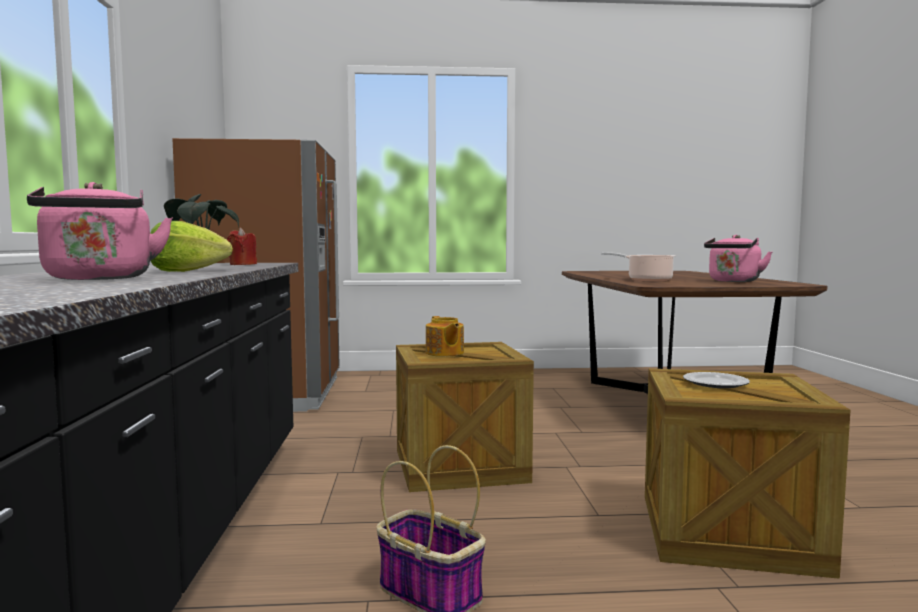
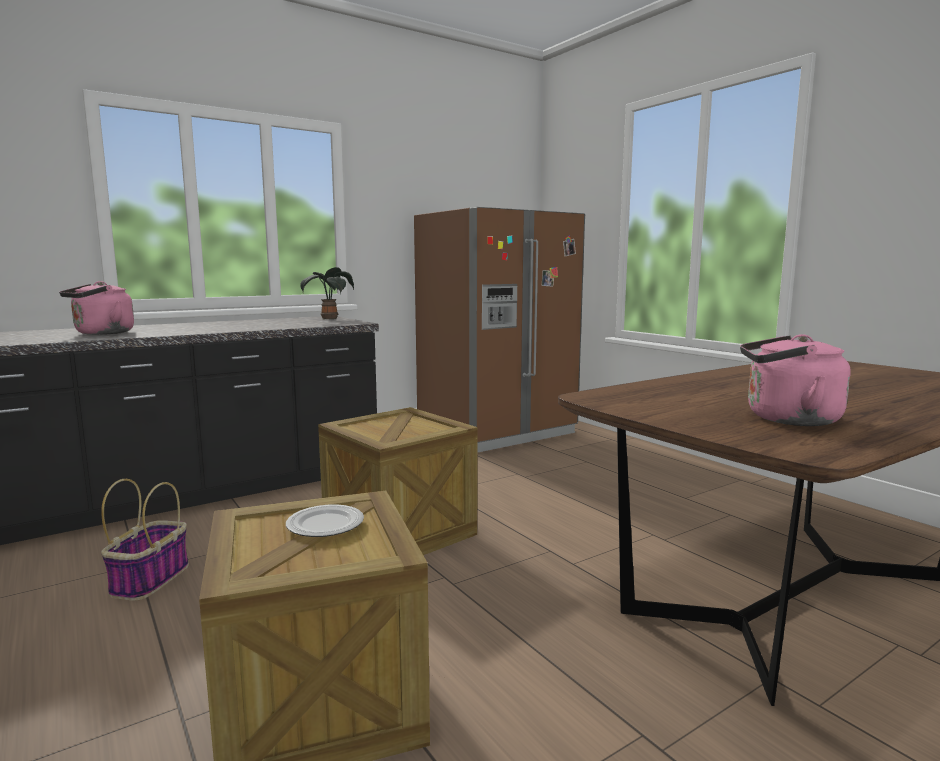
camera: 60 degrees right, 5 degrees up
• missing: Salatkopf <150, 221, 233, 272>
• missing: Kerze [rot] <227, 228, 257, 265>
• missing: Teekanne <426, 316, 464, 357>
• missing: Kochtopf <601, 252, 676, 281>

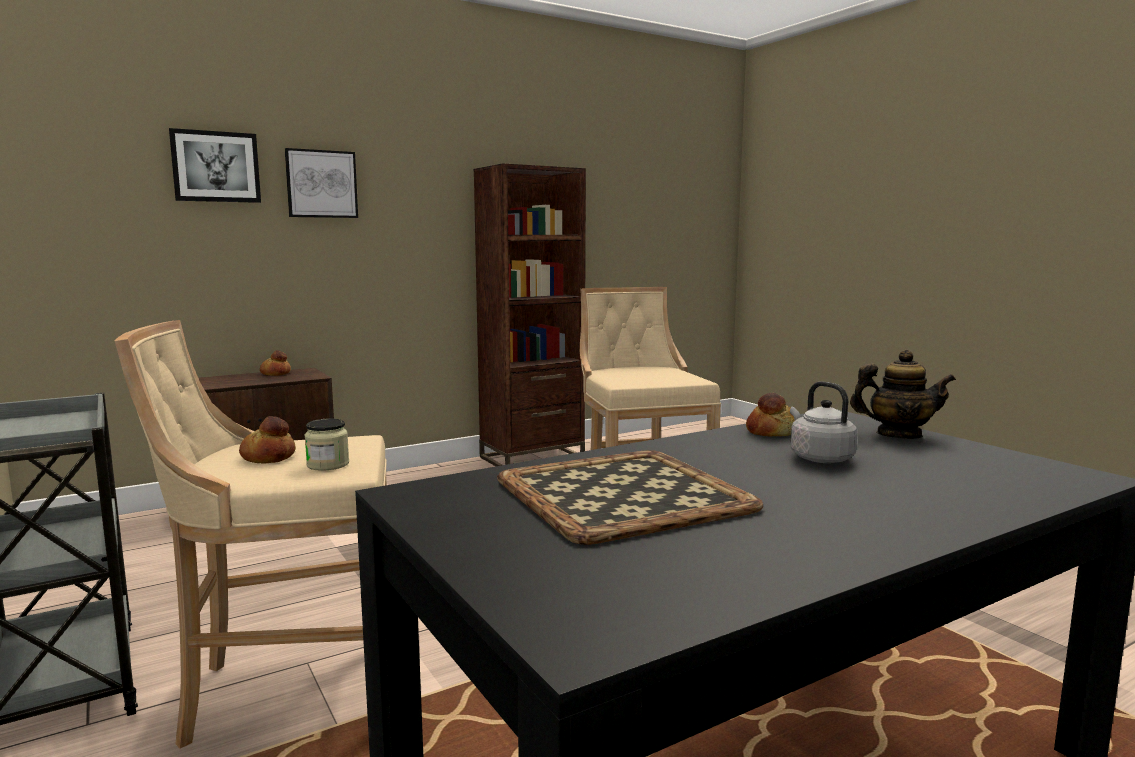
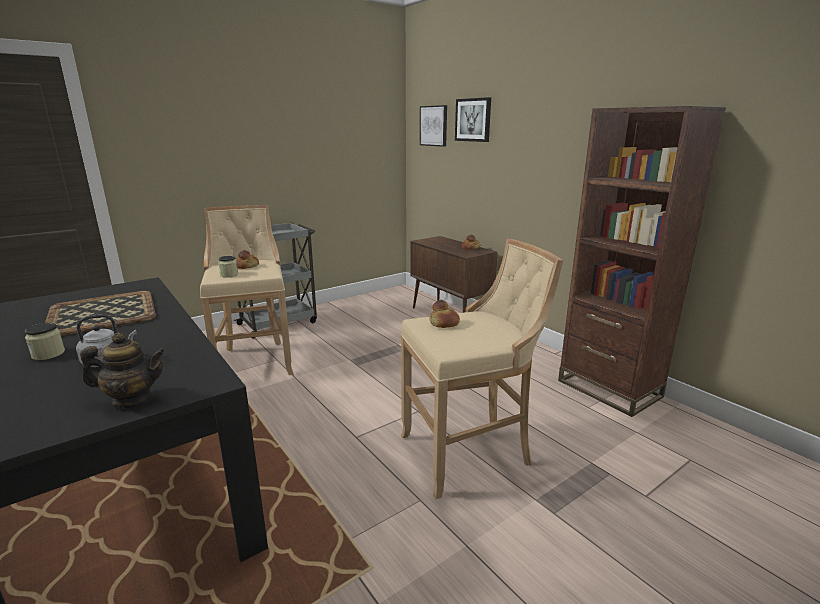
camera: 85 degrees right, 10 degrees up
• appeared: Vorratsglas <25, 323, 65, 360>
• spun: Teekanne <850, 350, 956, 439> = <80, 332, 166, 409> 105 degrees counterclockwise
• relocated: Bild <285, 148, 358, 218> to <420, 105, 447, 147>
• relocated: Brot <746, 393, 795, 437> to <430, 300, 460, 328>

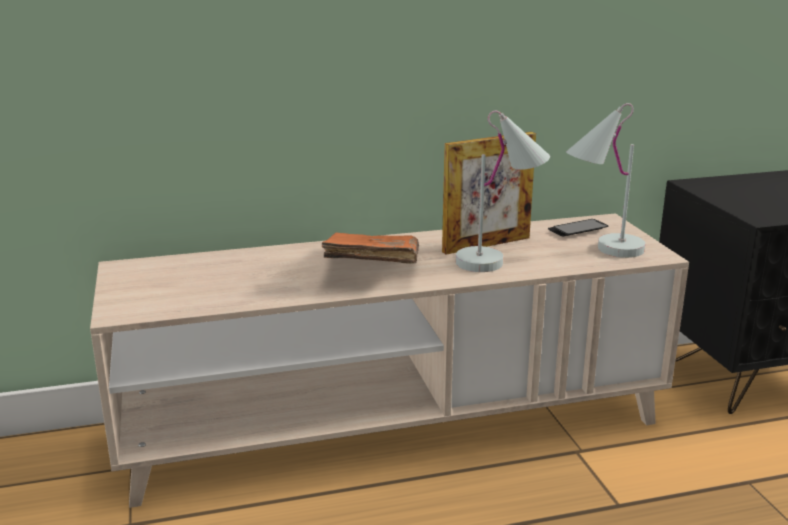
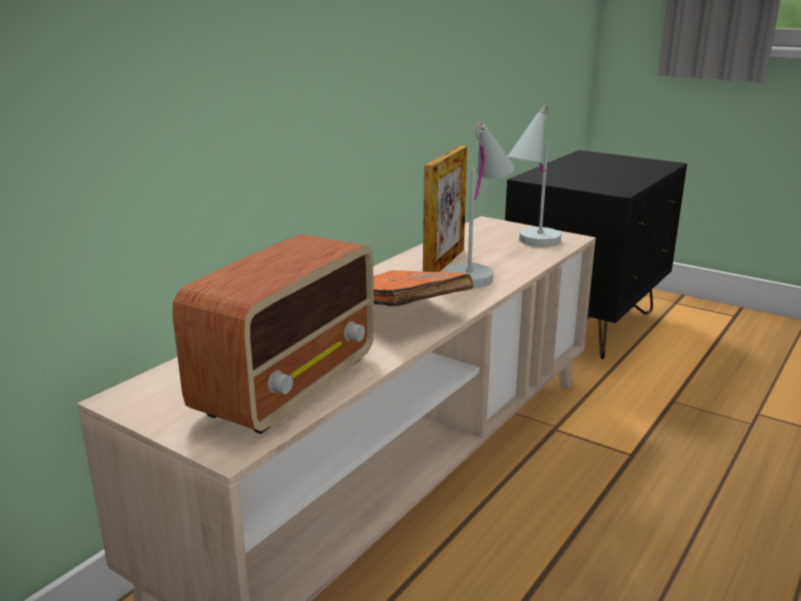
camera: 40 degrees left, 0 degrees up
• appeared: Radio <173, 234, 374, 434>
• missing: Handy <548, 219, 609, 236>

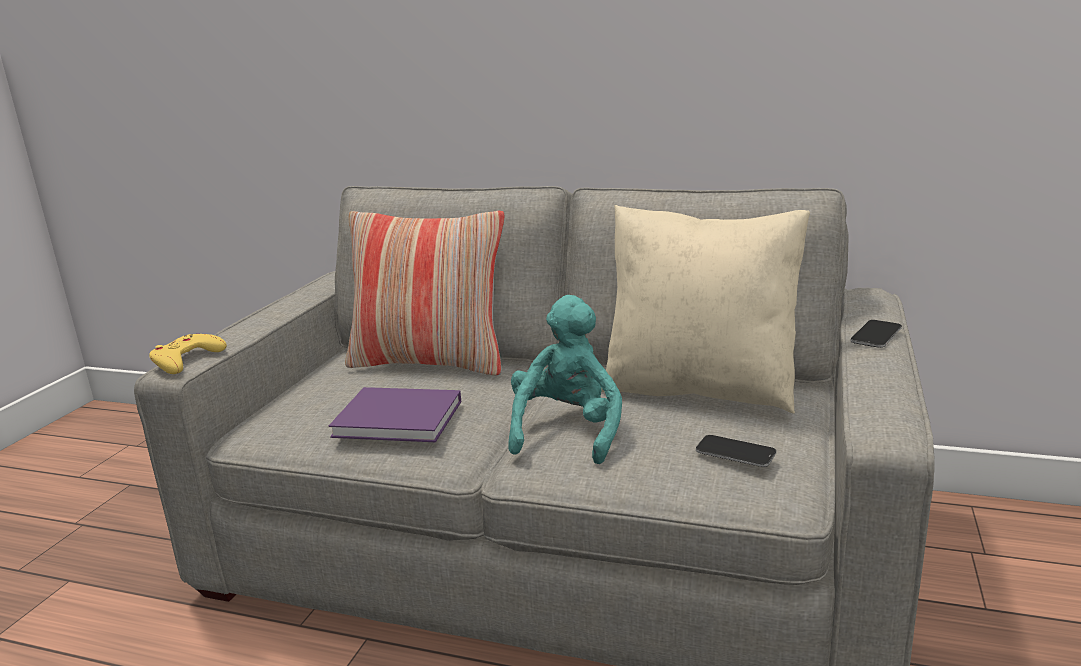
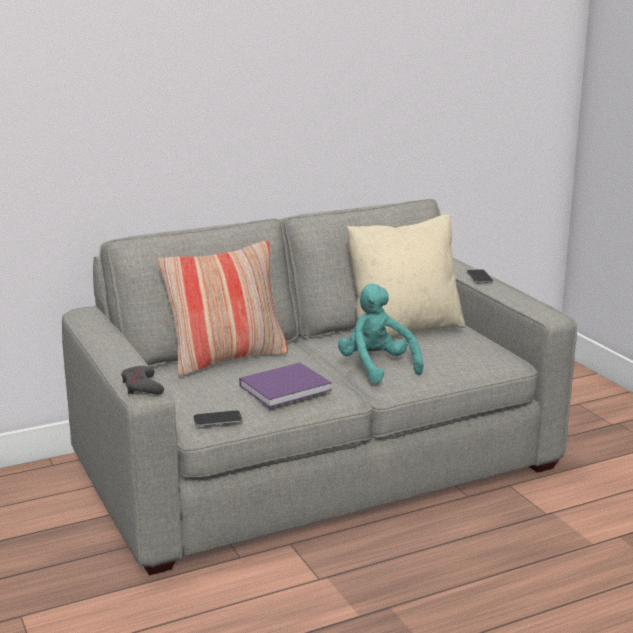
camera: 45 degrees left, 0 degrees up
• colour: Gamepad [gelb] <149, 334, 227, 374> to Gamepad [grau] <121, 366, 164, 395>
• relocated: Handy <696, 435, 776, 467> to <193, 410, 242, 426>

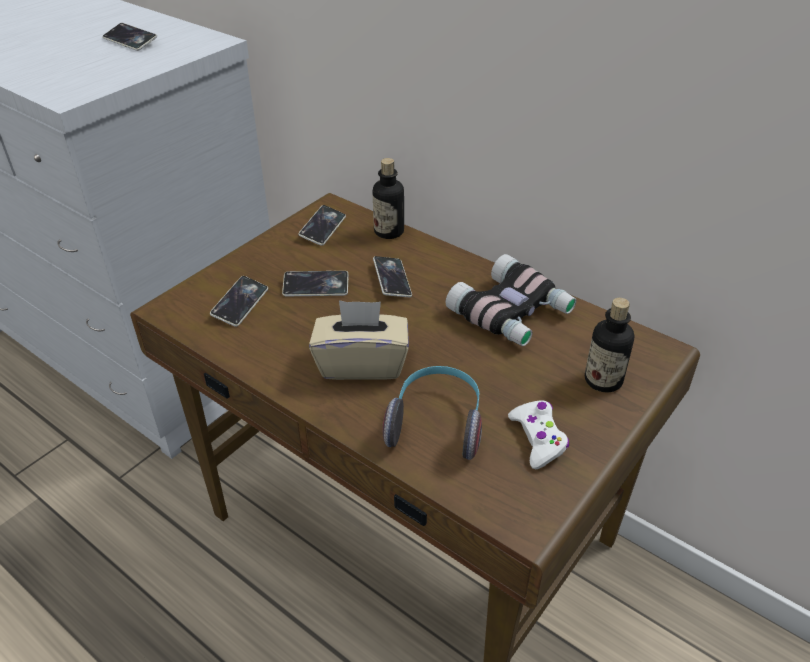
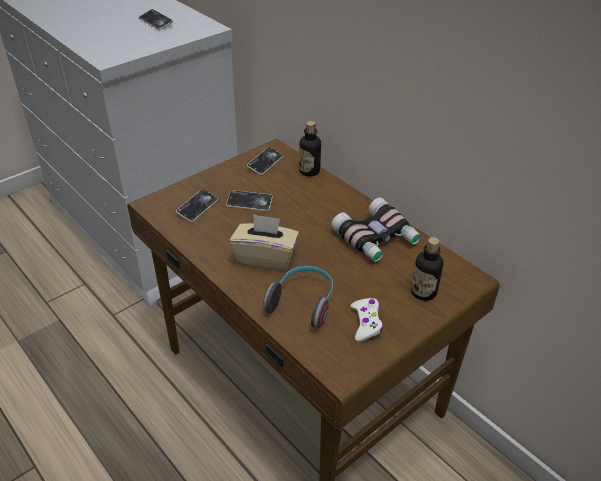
camera: 10 degrees right, 0 degrees up
• missing: Handy <373, 256, 412, 297>

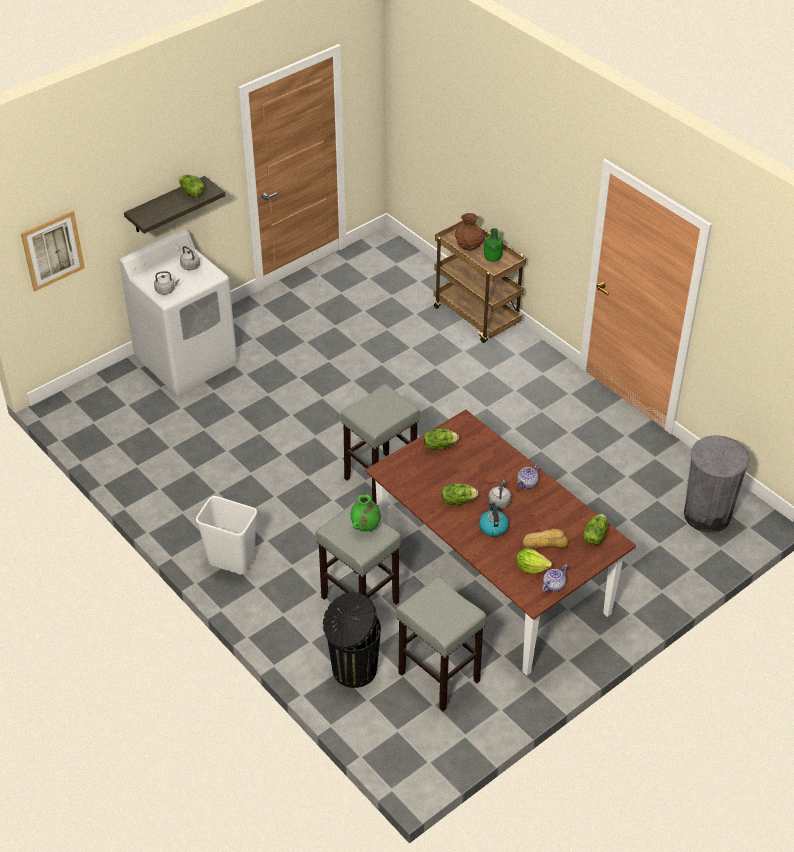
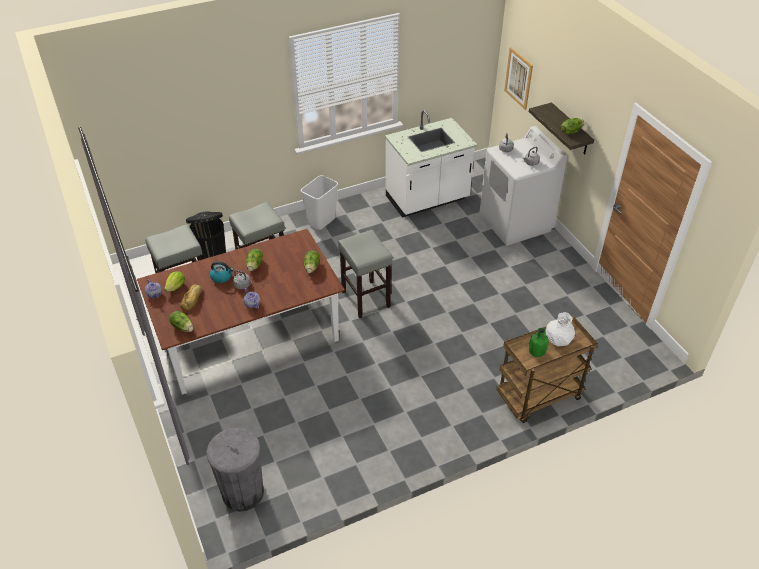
camera: 105 degrees right, 0 degrees up
• appeared: Küchenzeile [weiß] <385, 110, 477, 218>
• colour: Vase [braun] <455, 213, 485, 251> to Vase [weiß] <545, 312, 575, 346>
• missing: Vase [grün] <350, 494, 381, 532>

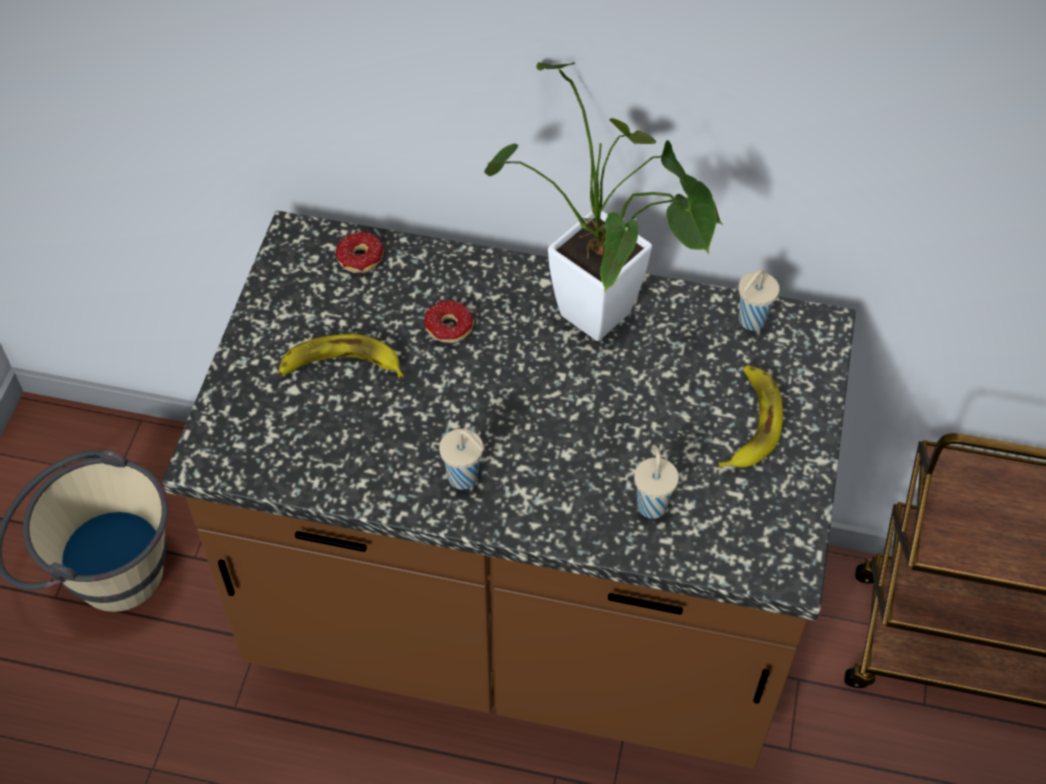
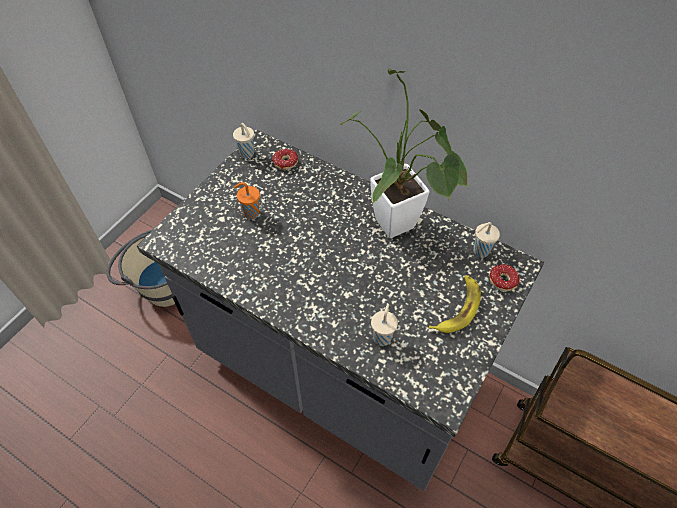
camera: 20 degrees right, 0 degrees up
• colour: Küchenzeile [braun] <162, 211, 856, 769> to Küchenzeile [grau] <137, 130, 544, 491>
• relocated: Tasse [beige] <439, 429, 484, 490> to <233, 123, 254, 159>
• exchanged: Banane <278, 334, 404, 379> to Tasse [orange] <234, 182, 260, 219>
• relocated: Donut <425, 300, 474, 343> to <489, 264, 520, 291>

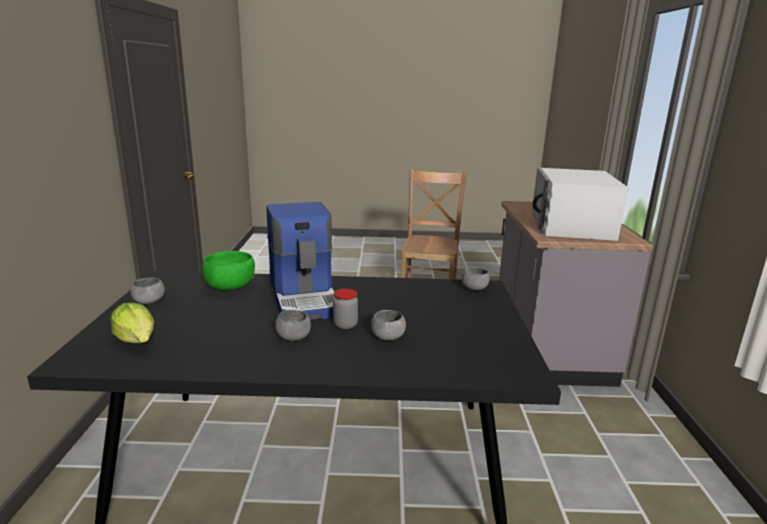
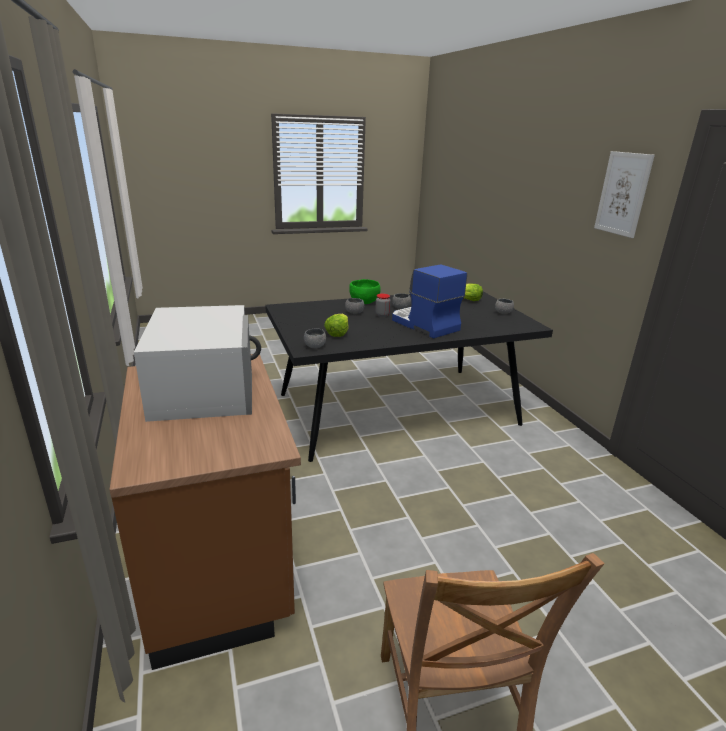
camera: 160 degrees right, 5 degrees up
• colour: Küchenzeile [grau] <499, 201, 653, 387> to Küchenzeile [braun] <109, 354, 301, 670>
• appeared: Salatkopf <324, 314, 349, 337>
• relocated: Schüssel [grün] <202, 251, 255, 290> to <349, 279, 381, 304>
• appeared: Bild <594, 151, 655, 238>

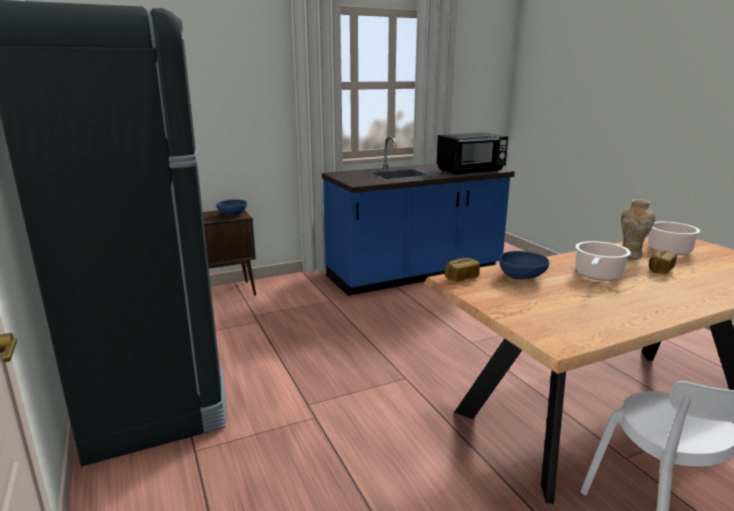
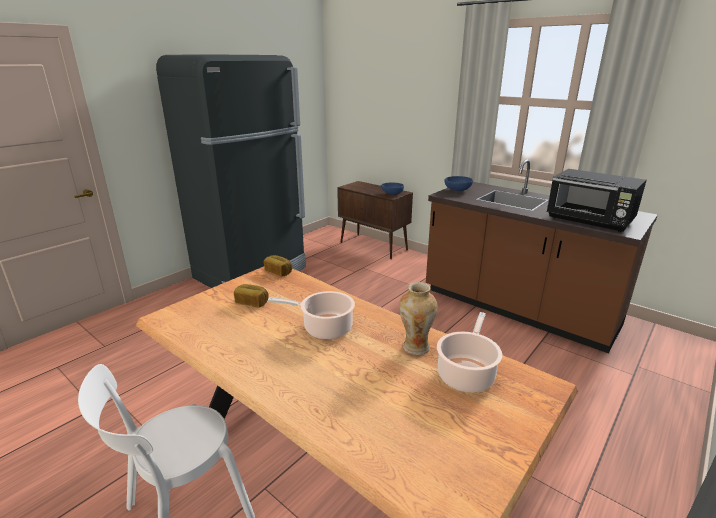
camera: 65 degrees right, 5 degrees up
• relocated: Brot <649, 250, 677, 274> to <234, 284, 269, 308>
• colour: Küchenzeile [blau] <322, 136, 515, 296> to Küchenzeile [braun] <426, 159, 658, 353>
• relocated: Schüssel [blau] <499, 251, 549, 280> to <444, 176, 473, 191>

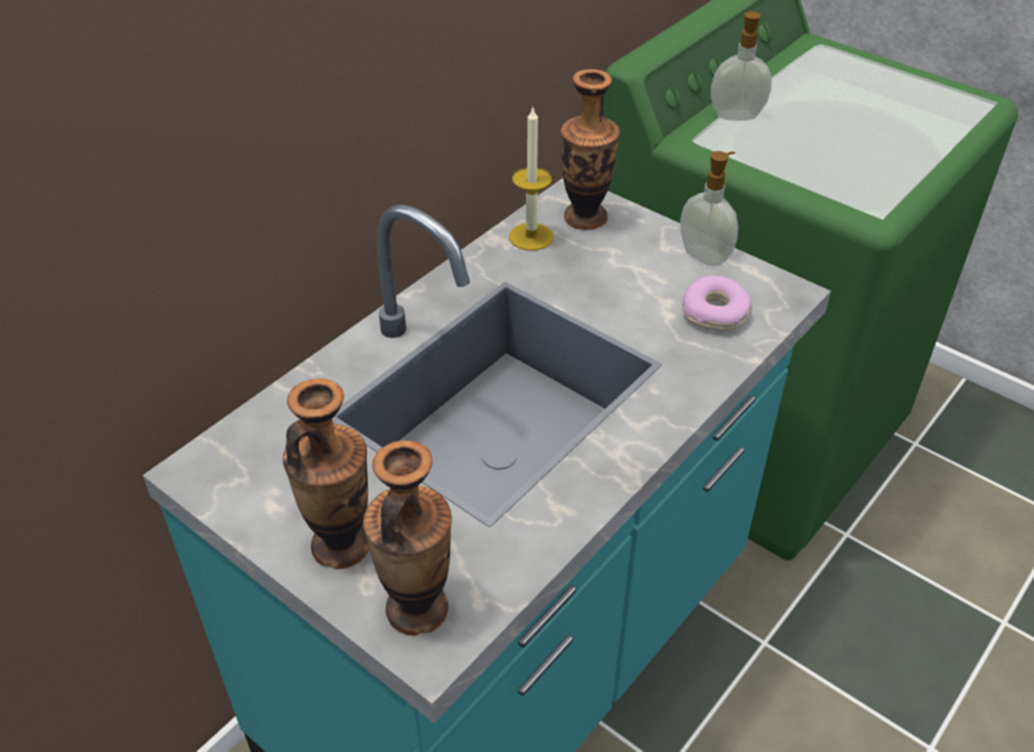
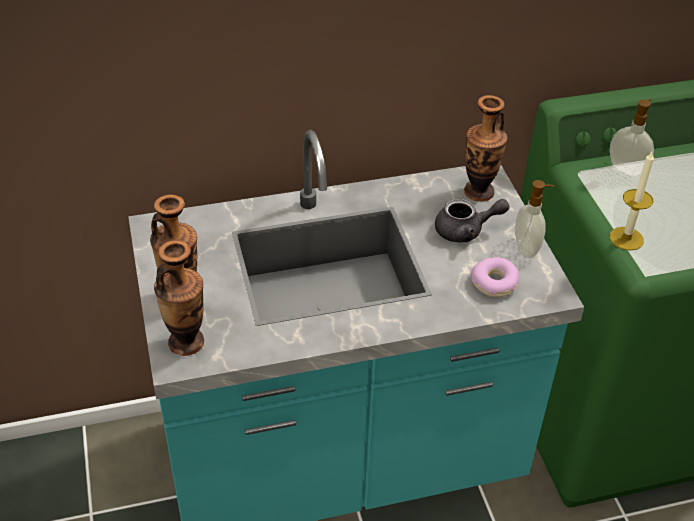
camera: 35 degrees right, 0 degrees up
• appeared: Teekanne [grau] <435, 199, 510, 242>
• relocated: Kerze <509, 108, 554, 251> to <610, 150, 654, 251>

